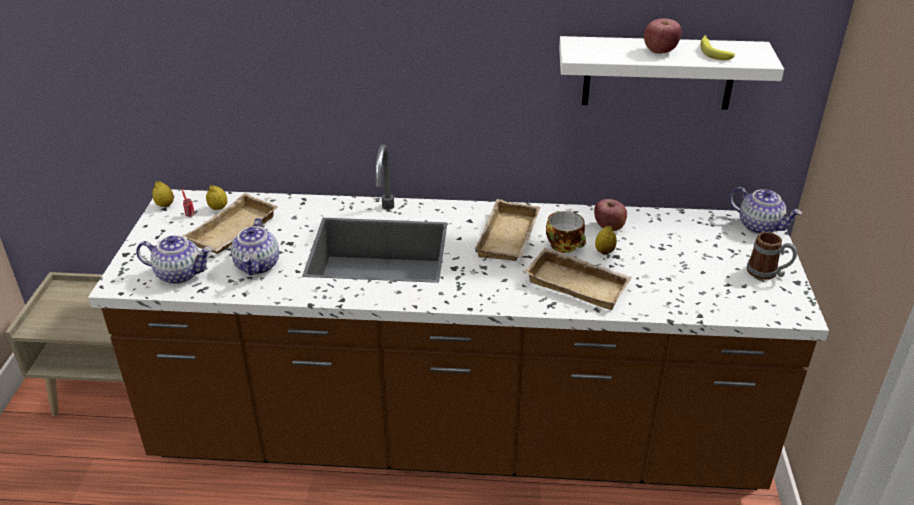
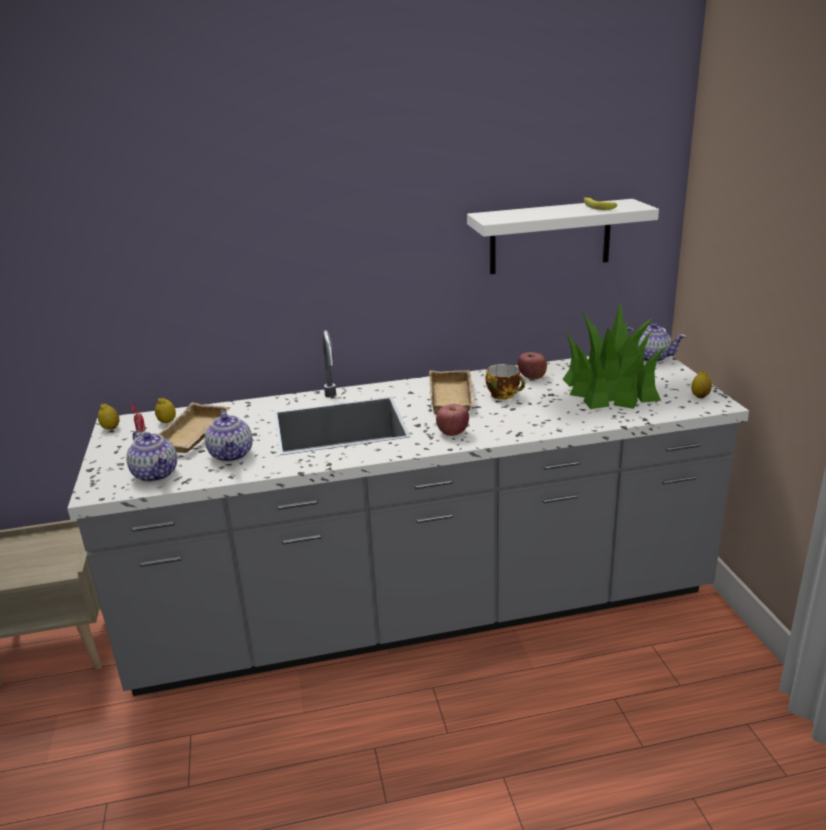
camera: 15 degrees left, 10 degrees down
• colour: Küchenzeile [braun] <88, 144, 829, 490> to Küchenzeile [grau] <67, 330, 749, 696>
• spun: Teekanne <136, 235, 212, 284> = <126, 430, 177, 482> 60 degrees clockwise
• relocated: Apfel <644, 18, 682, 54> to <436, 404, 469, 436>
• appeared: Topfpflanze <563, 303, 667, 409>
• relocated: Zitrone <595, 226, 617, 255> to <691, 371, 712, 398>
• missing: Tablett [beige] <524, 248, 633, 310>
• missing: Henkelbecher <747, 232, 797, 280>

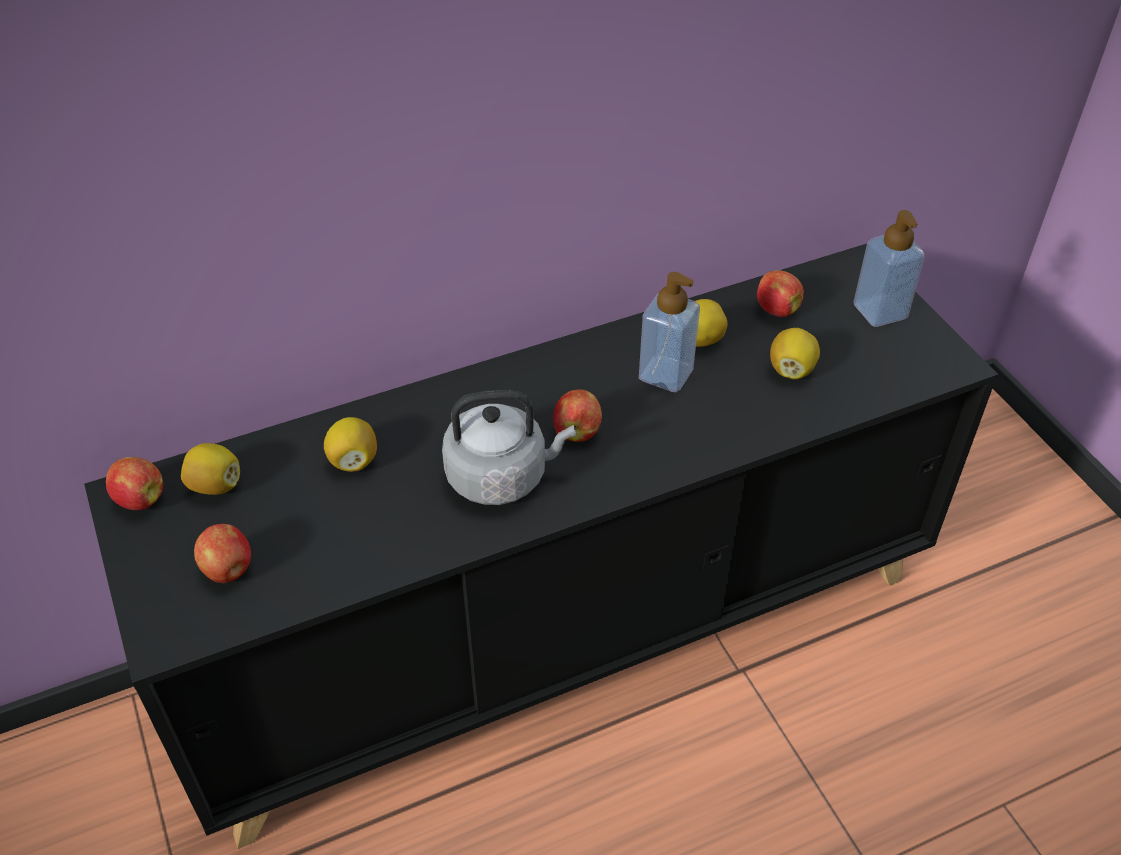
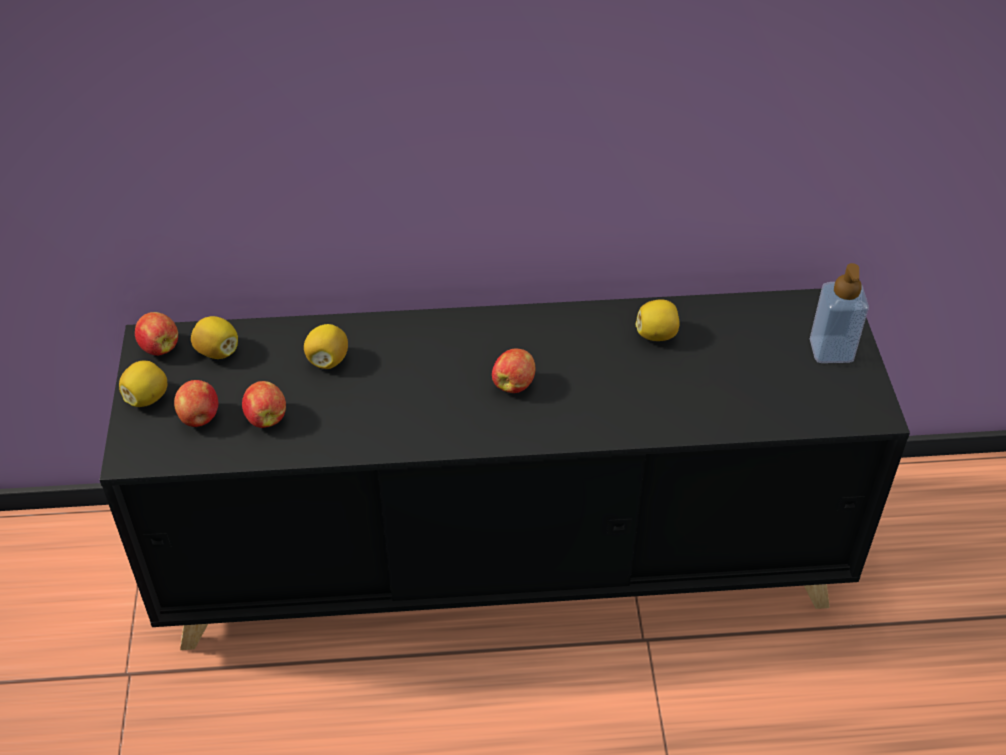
camera: 20 degrees right, 0 degrees up
• relocated: Zitrone <770, 328, 820, 379> to <119, 361, 167, 407>
• relocated: Apfel <757, 270, 804, 317> to <242, 381, 286, 428>
• missing: Wasserkessel [grau] <442, 390, 576, 505>
• missing: Seifenspender <639, 272, 700, 392>

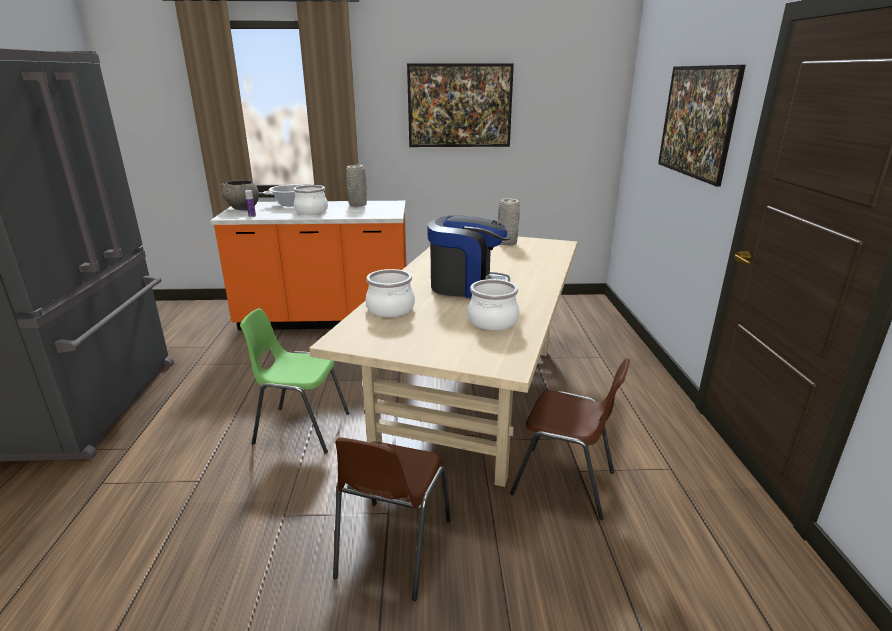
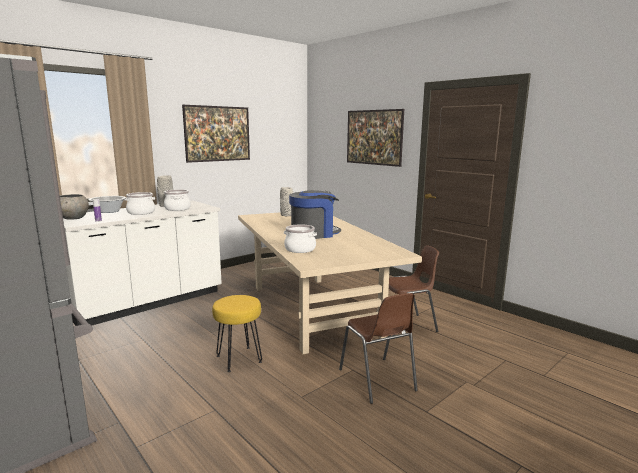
camera: 40 degrees left, 10 degrees down
• colour: Küchenzeile [orange] <210, 201, 407, 330> to Küchenzeile [weiß] <63, 201, 222, 326>
• relocated: Kochtopf <467, 279, 519, 330> to <164, 190, 191, 211>
• exchanged: Stuhl [grün] <240, 308, 349, 454> to Hocker [gelb] <212, 295, 262, 372>

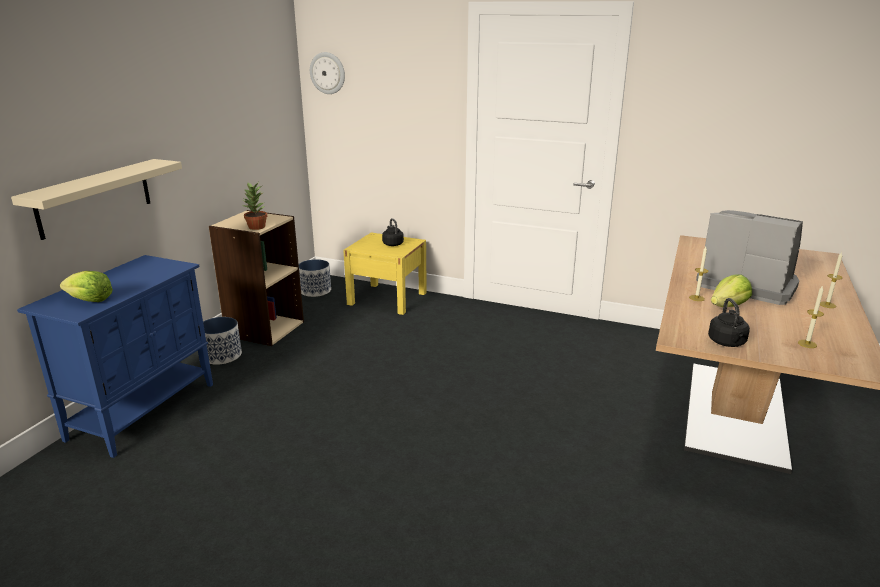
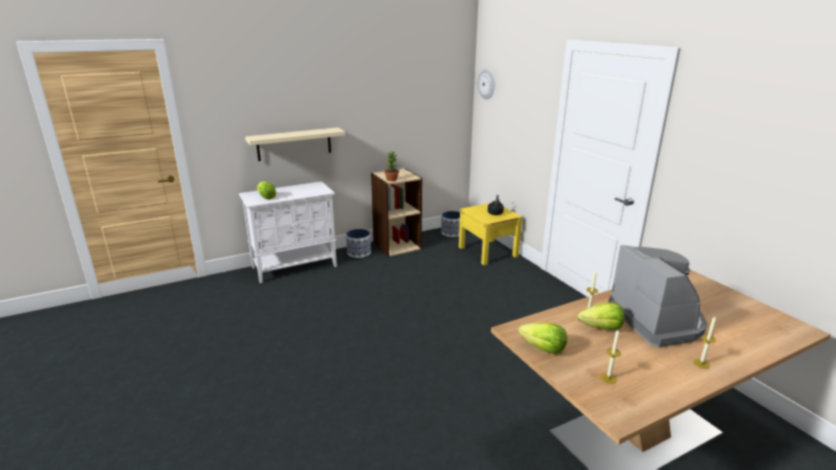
camera: 40 degrees right, 0 degrees up
• colour: Schrank [blau] <17, 255, 213, 458> to Schrank [weiß] <239, 181, 337, 283>
• exchanged: Wasserkessel [schwarz] <708, 298, 750, 347> to Salatkopf <518, 322, 567, 354>

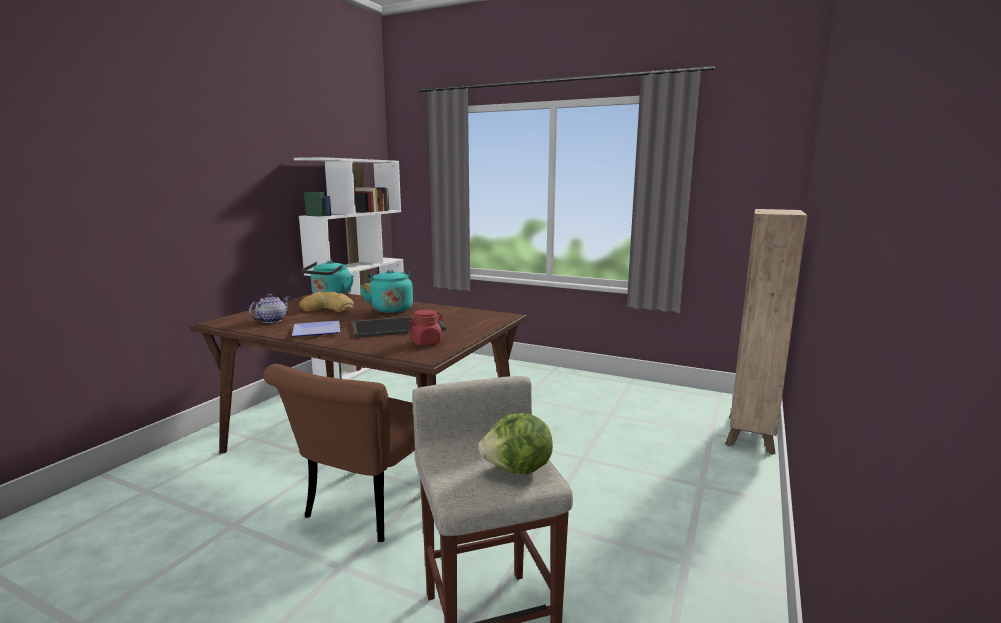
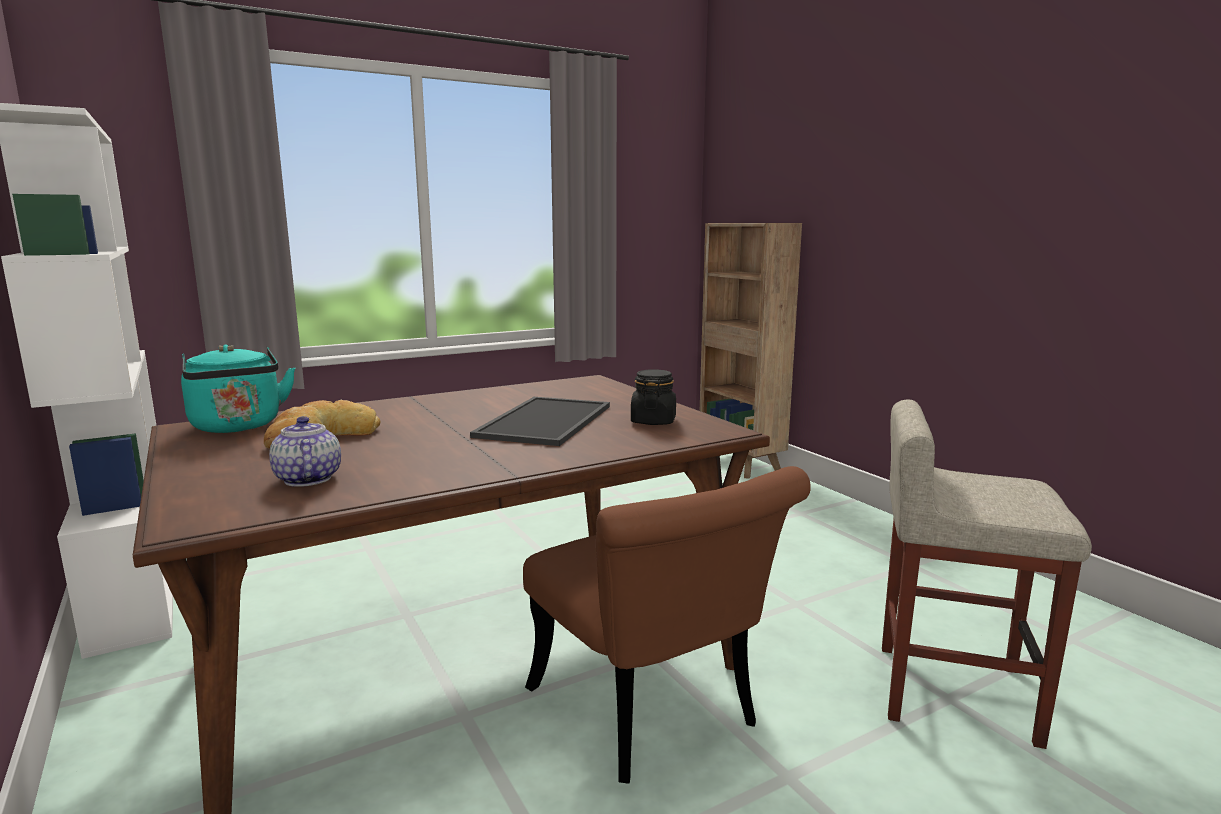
camera: 55 degrees left, 0 degrees up
• colour: Vorratsglas [rot] <408, 309, 444, 345> to Vorratsglas [schwarz] <631, 369, 676, 425>
• missing: Teller <292, 321, 340, 337>
• missing: Wasserkessel [türkis] <360, 269, 413, 313>
• missing: Salatkopf <479, 413, 553, 475>

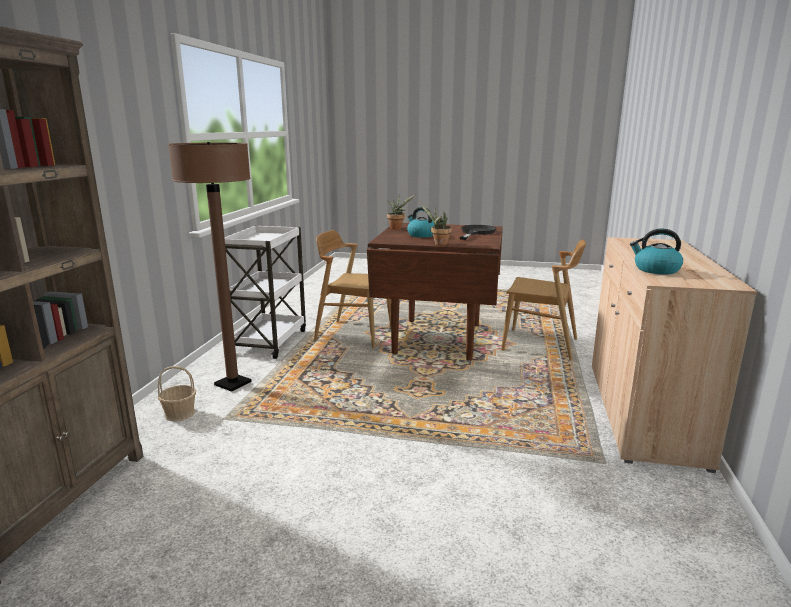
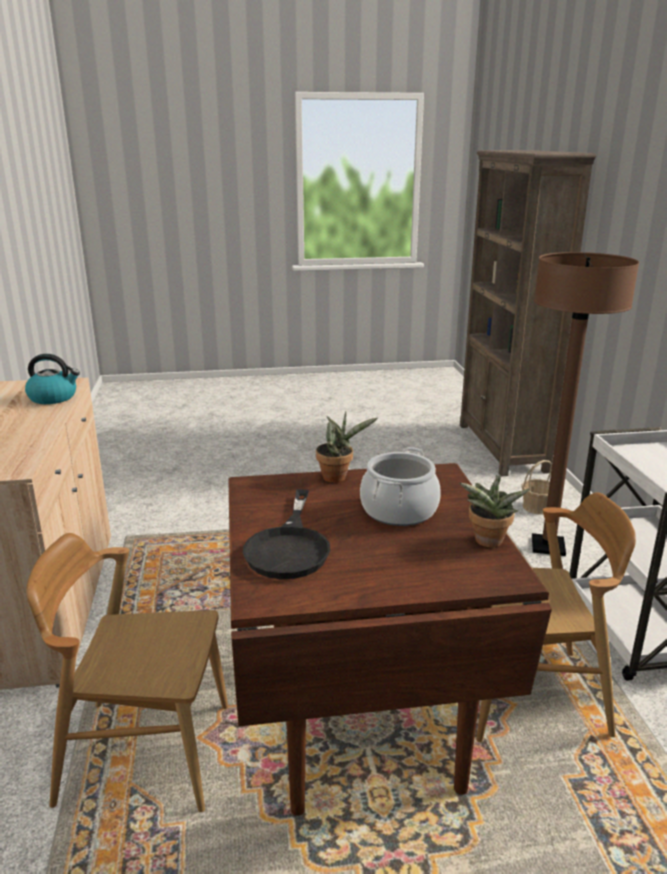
camera: 160 degrees right, 5 degrees up
• exchanged: Wasserkessel <407, 207, 434, 238> to Kochtopf <360, 447, 441, 526>

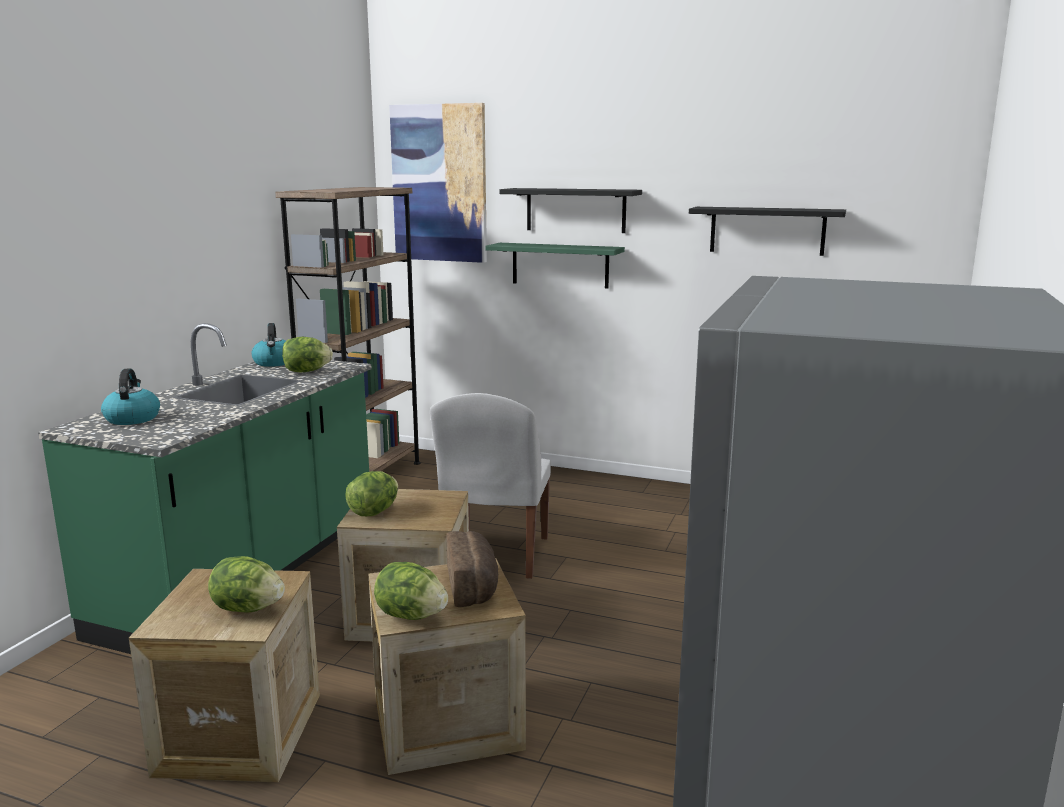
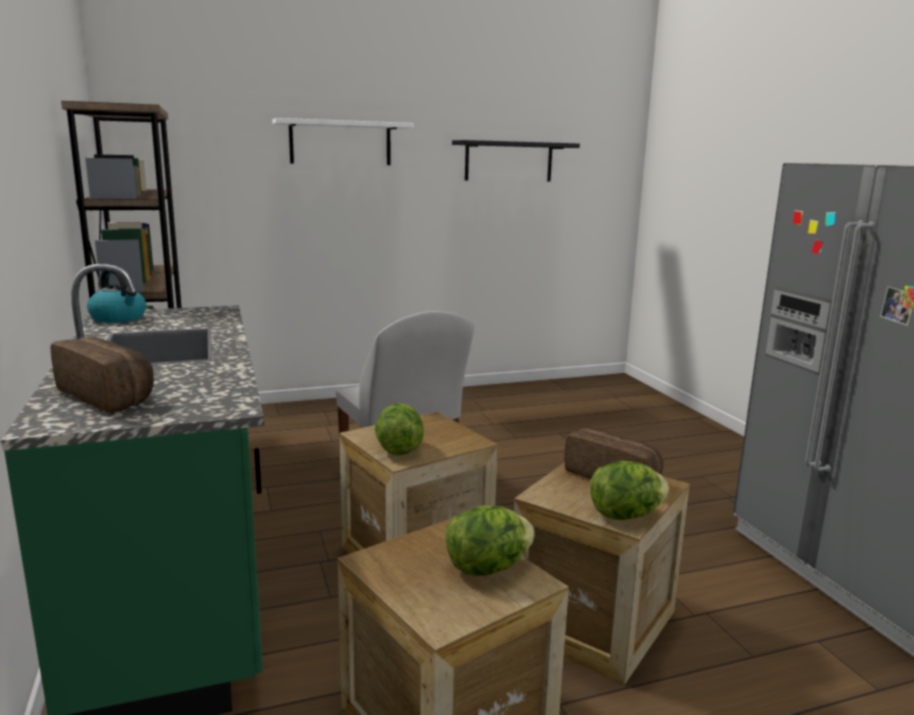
camera: 40 degrees left, 0 degrees up
• exchanged: Wasserkessel <101, 369, 160, 425> to Brot <51, 337, 154, 413>
• colour: Wandregal [schwarz] <499, 188, 642, 233> to Wandregal [weiß] <272, 118, 414, 165>
• missing: Salatkopf <282, 337, 333, 372>
• missing: Bild <389, 103, 487, 263>
• missing: Wandregal [grün] <485, 243, 625, 288>

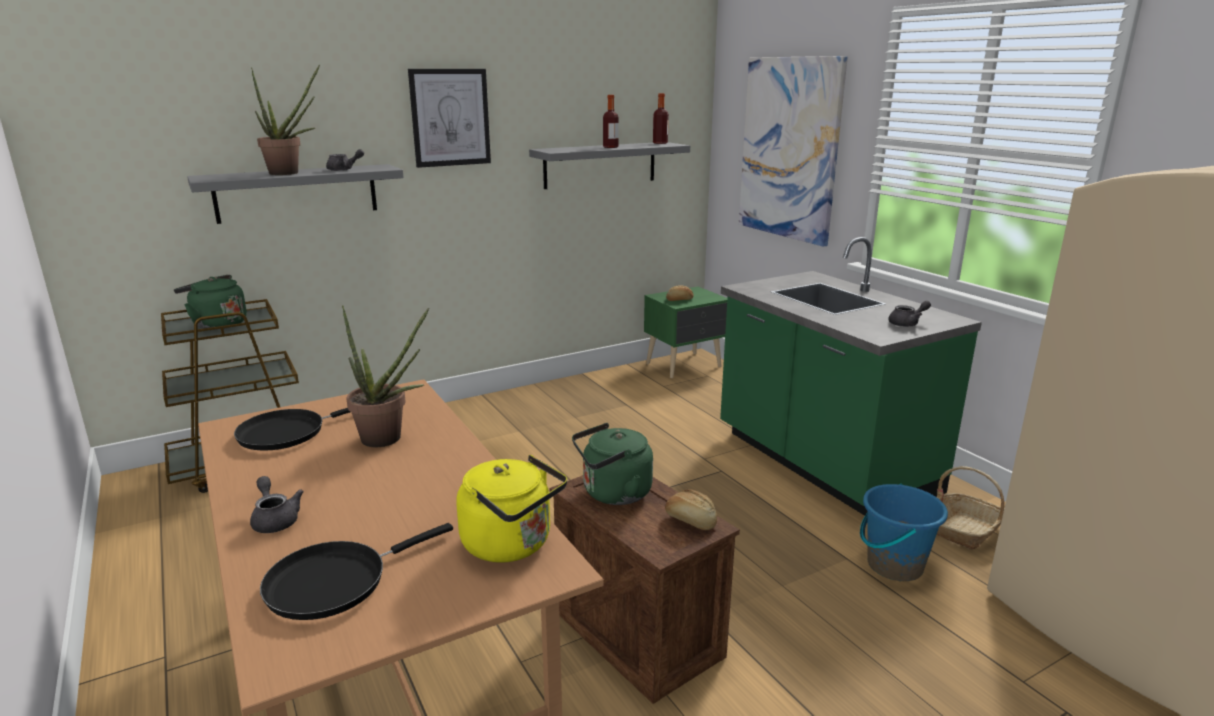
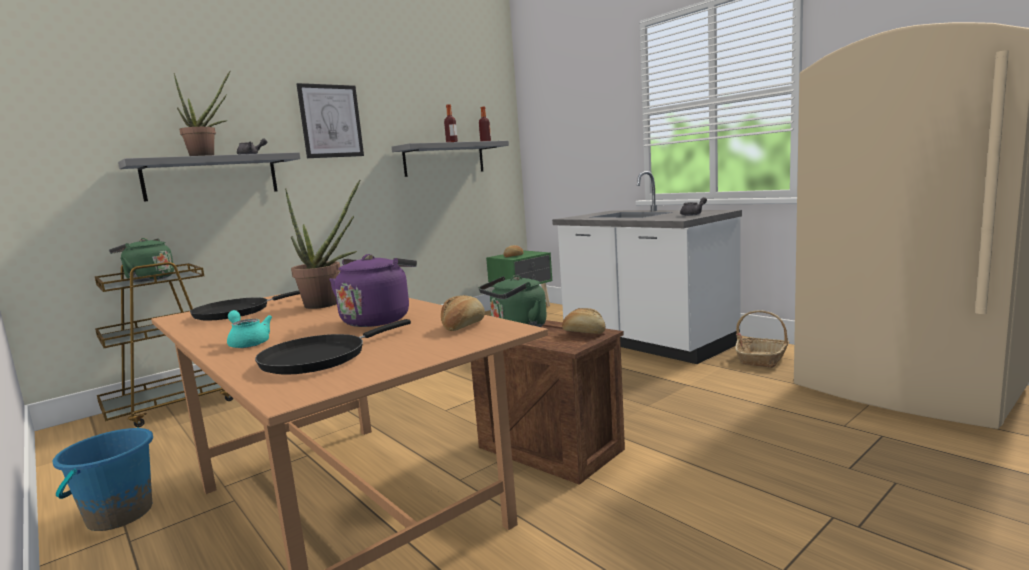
camera: 10 degrees left, 10 degrees down
• relocated: Eimer [blau] <860, 484, 948, 581> to <53, 427, 153, 531>
• colour: Teekanne [grau] <250, 476, 304, 533> to Teekanne [türkis] <227, 310, 272, 348>
• appeared: Wasserkessel [lila] <329, 254, 417, 327>
• exchanged: Wasserkessel [gelb] <456, 455, 567, 563> to Brot <441, 295, 485, 331>
• colour: Küchenzeile [grün] <720, 237, 982, 516> to Küchenzeile [weiß] <552, 171, 742, 364>
• missing: Bild <739, 56, 848, 247>

